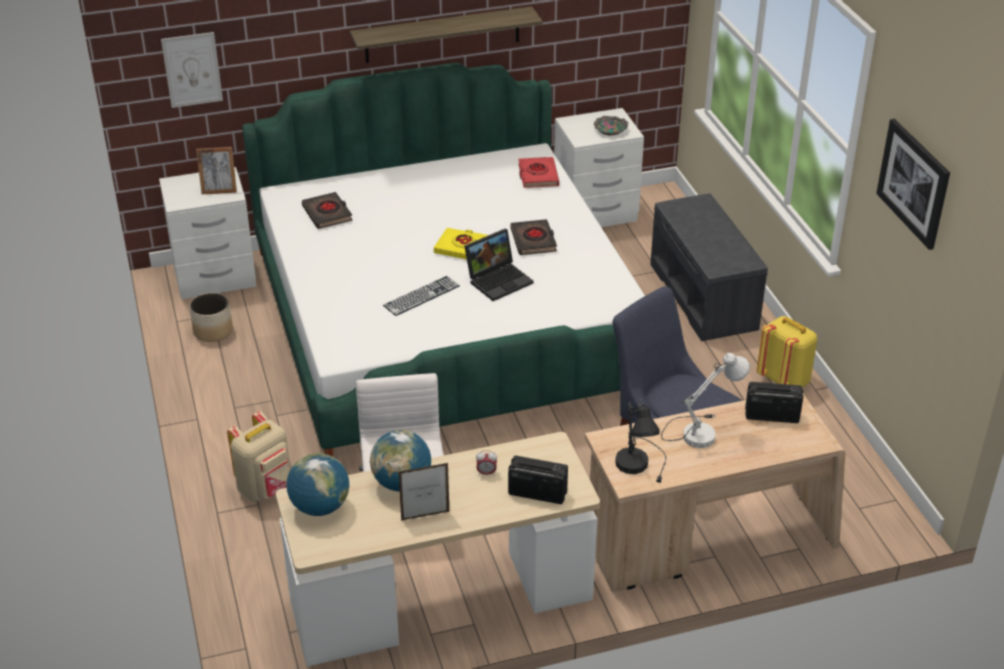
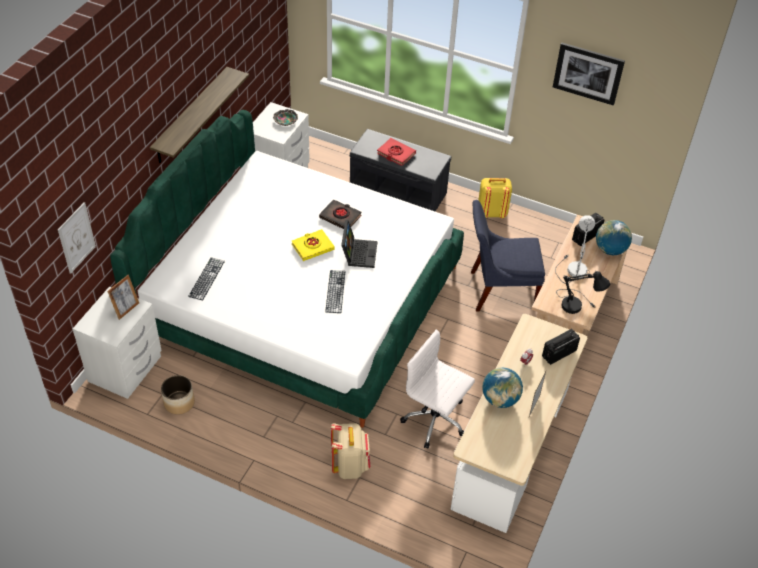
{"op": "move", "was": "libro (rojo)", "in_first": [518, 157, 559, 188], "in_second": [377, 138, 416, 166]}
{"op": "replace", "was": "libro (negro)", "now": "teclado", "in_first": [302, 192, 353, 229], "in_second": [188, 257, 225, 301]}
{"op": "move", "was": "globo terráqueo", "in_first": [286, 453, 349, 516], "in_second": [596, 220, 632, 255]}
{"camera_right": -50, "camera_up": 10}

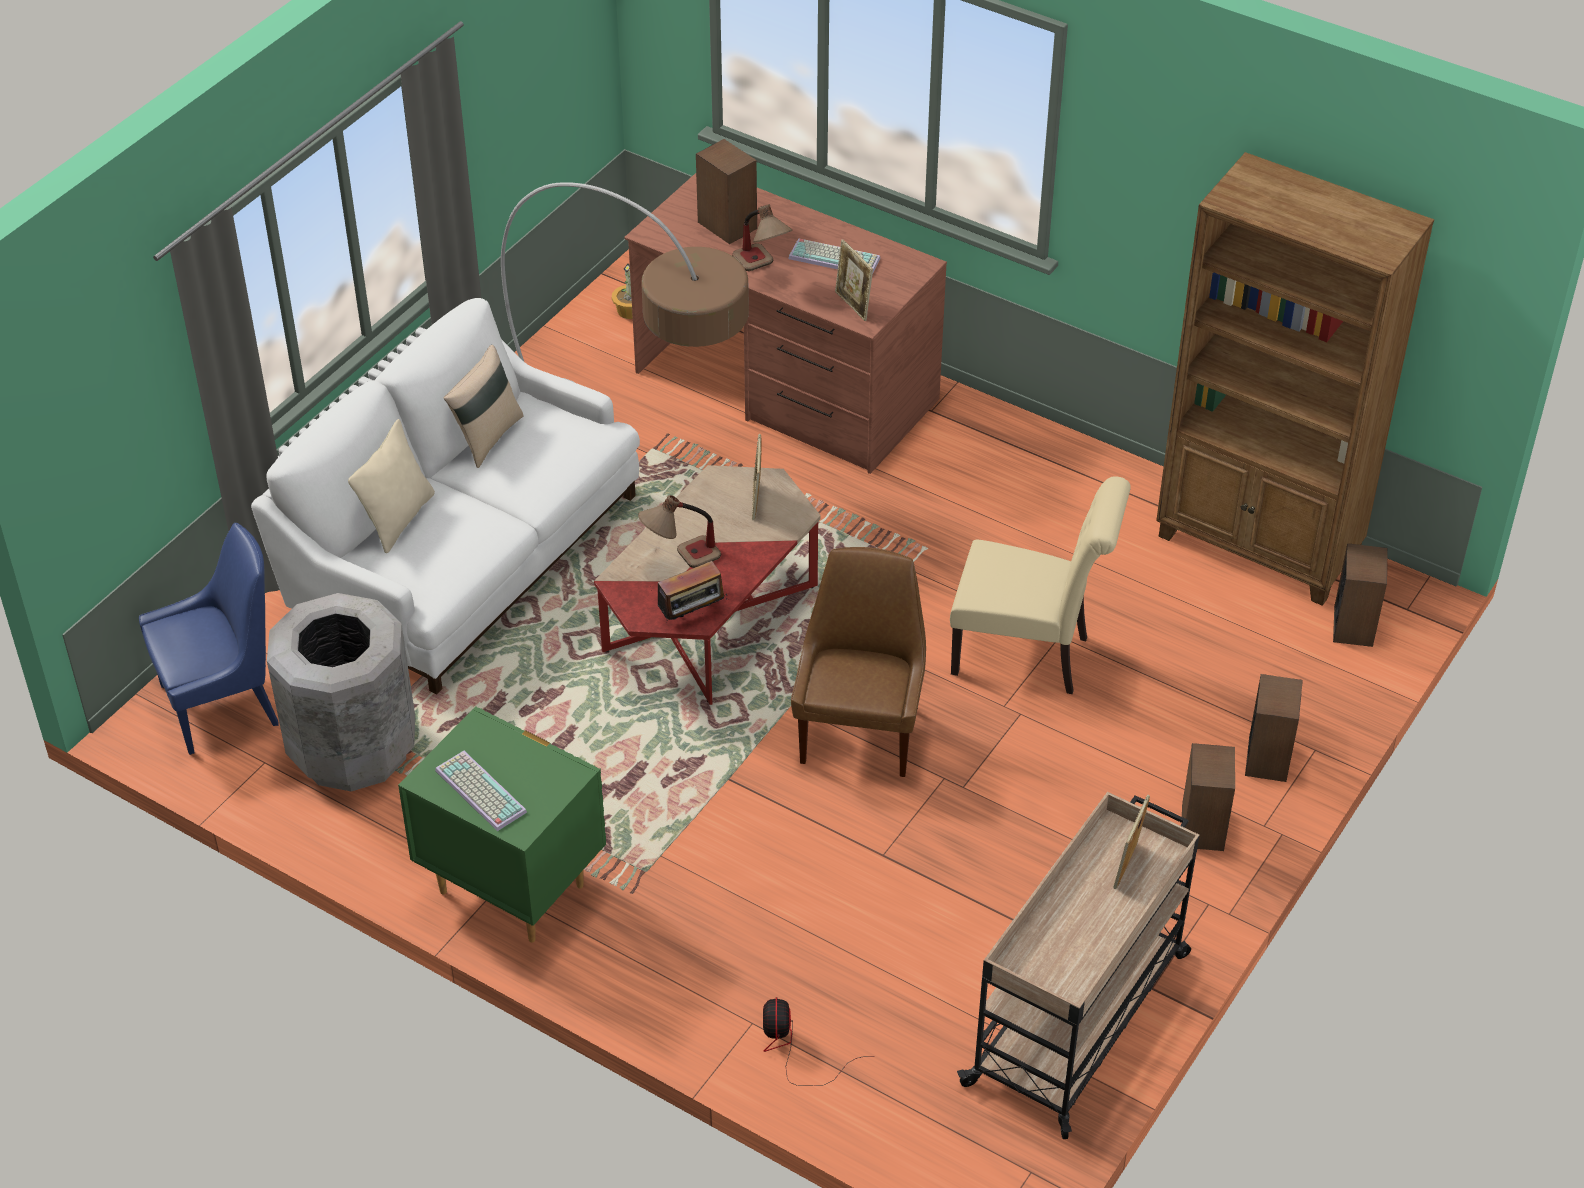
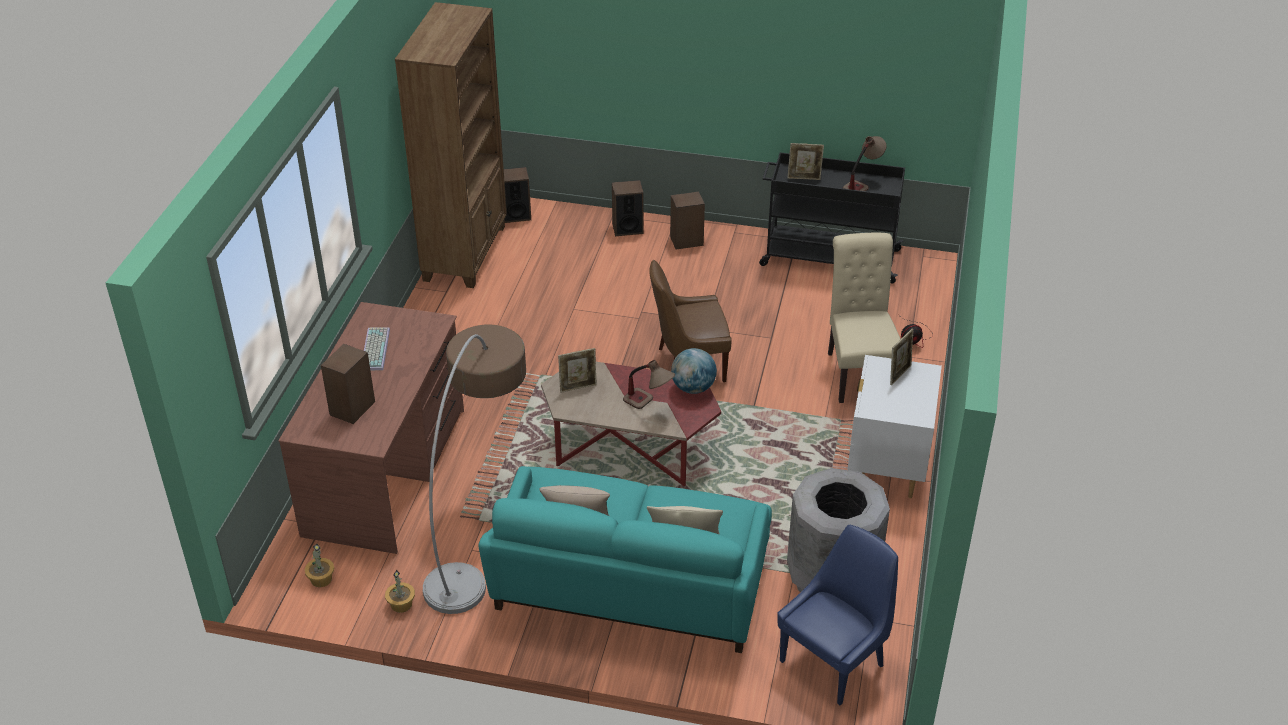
{"op": "move", "was": "lámpara de mesa", "in_first": [732, 204, 793, 271], "in_second": [843, 136, 886, 191]}
{"op": "move", "was": "portarretratos", "in_first": [835, 239, 873, 321], "in_second": [890, 329, 913, 385]}
{"op": "recolor", "was": "sofá (blanco)", "now": "sofá (turquesa)", "in_first": [251, 298, 640, 695], "in_second": [478, 466, 772, 653]}
{"op": "move", "was": "silla (beis)", "in_first": [950, 477, 1131, 694], "in_second": [828, 233, 901, 403]}
{"op": "rotate", "was": "silla (azul)", "in_first": [139, 523, 279, 755], "in_second": [777, 525, 898, 705], "clockwise": 90}
{"op": "replace", "was": "radio", "now": "globo terráqueo", "in_first": [658, 561, 728, 620], "in_second": [671, 348, 717, 394]}
{"op": "recolor", "was": "mesita de noche (verde)", "now": "mesita de noche (blanco)", "in_first": [398, 706, 606, 943], "in_second": [847, 355, 942, 498]}
{"op": "delete", "was": "teclado", "in_first": [435, 751, 527, 831]}
{"op": "recolor", "was": "carrito (beis)", "now": "carrito (negro)", "in_first": [957, 792, 1200, 1139], "in_second": [759, 152, 905, 284]}
{"op": "insert", "now": "planta en maceta", "in_second": [385, 570, 415, 613]}
{"camera_right": -110, "camera_up": -5}

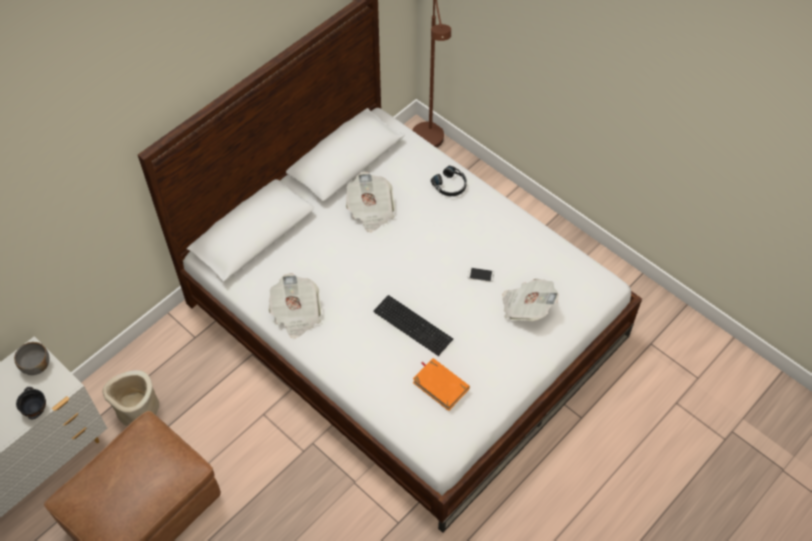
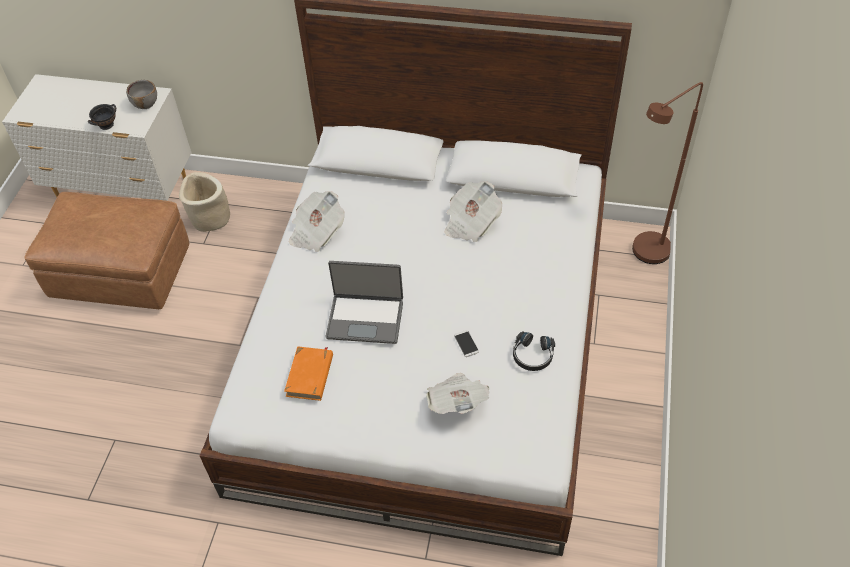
{"op": "move", "was": "auriculares (negro)", "in_first": [431, 166, 467, 196], "in_second": [513, 331, 555, 371]}
{"op": "replace", "was": "teclado", "now": "portátil", "in_first": [373, 295, 453, 356], "in_second": [325, 261, 403, 344]}
{"camera_right": 60, "camera_up": -5}

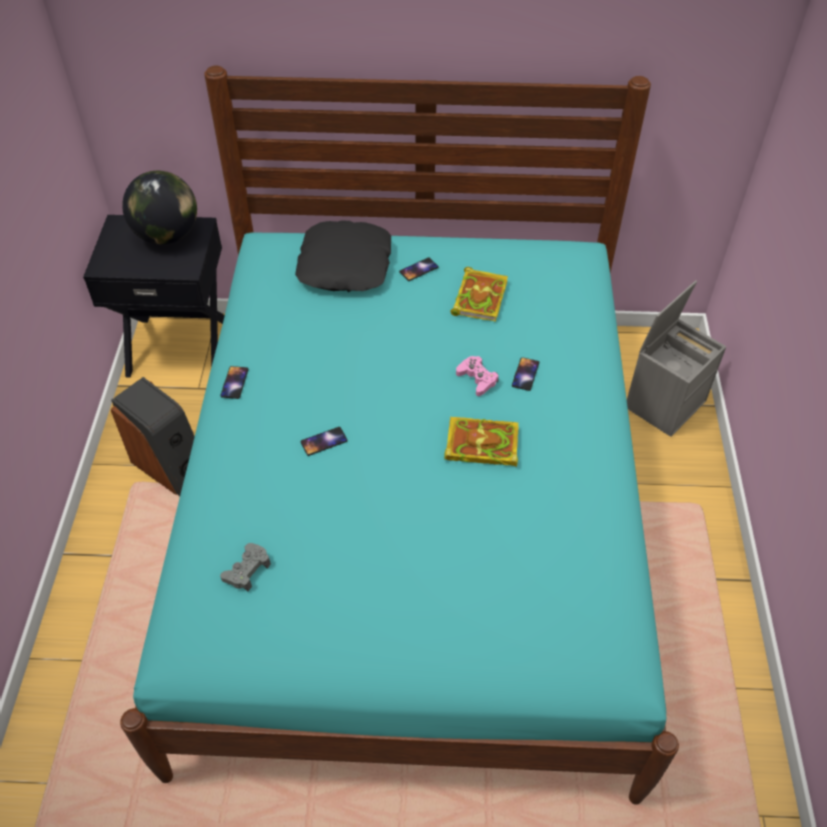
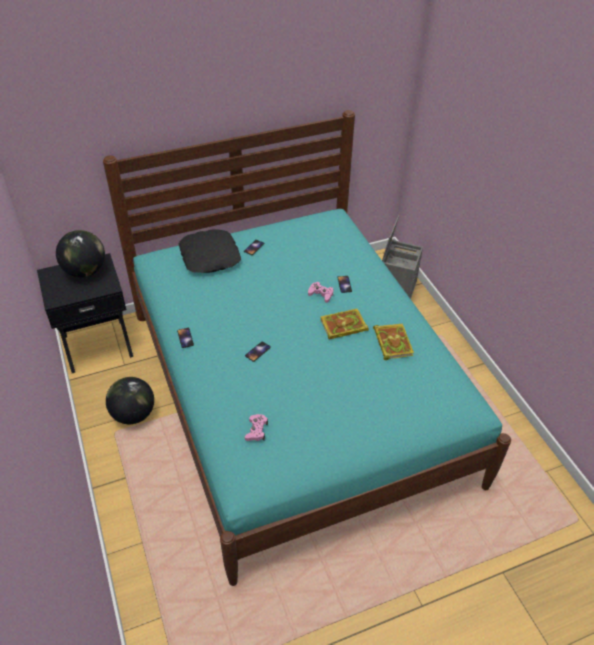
{"op": "move", "was": "libro", "in_first": [450, 267, 508, 322], "in_second": [373, 323, 414, 360]}
{"op": "replace", "was": "altavoz", "now": "globo terráqueo", "in_first": [111, 377, 195, 496], "in_second": [106, 377, 154, 424]}
{"op": "recolor", "was": "mando de consola (gris)", "now": "mando de consola (rosa)", "in_first": [220, 543, 271, 591], "in_second": [245, 414, 268, 441]}
{"camera_right": -25, "camera_up": -5}

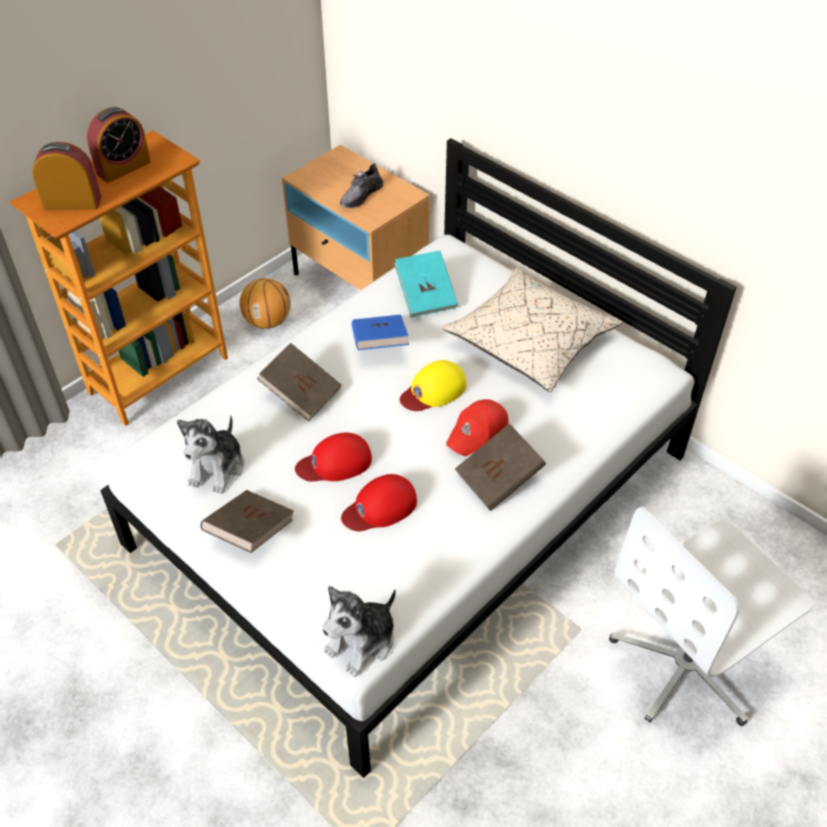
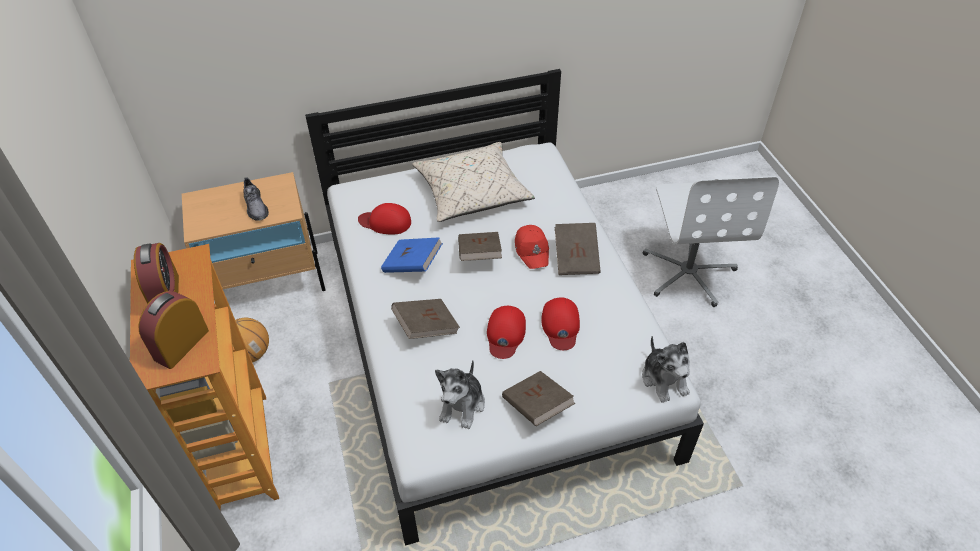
{"op": "replace", "was": "libro (turquesa)", "now": "gorra (rojo)", "in_first": [394, 250, 458, 318], "in_second": [358, 203, 411, 235]}
{"op": "replace", "was": "gorra (amarillo)", "now": "libro (marrón)", "in_first": [400, 360, 466, 411], "in_second": [458, 232, 502, 261]}
{"op": "rotate", "was": "peluche", "in_first": [177, 415, 244, 494], "in_second": [435, 360, 485, 429], "clockwise": 60}
{"camera_right": -60, "camera_up": 0}

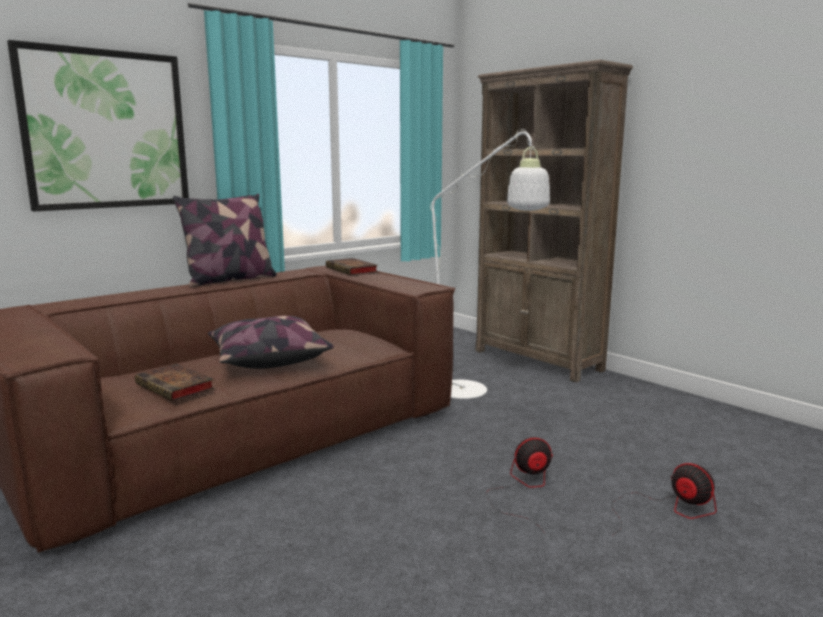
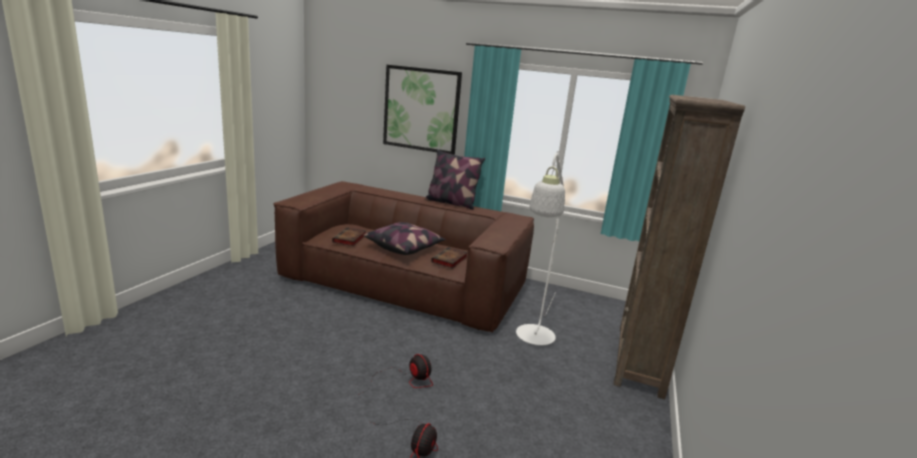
{"op": "move", "was": "libro", "in_first": [326, 258, 378, 275], "in_second": [431, 247, 468, 269]}
{"camera_right": 60, "camera_up": 5}

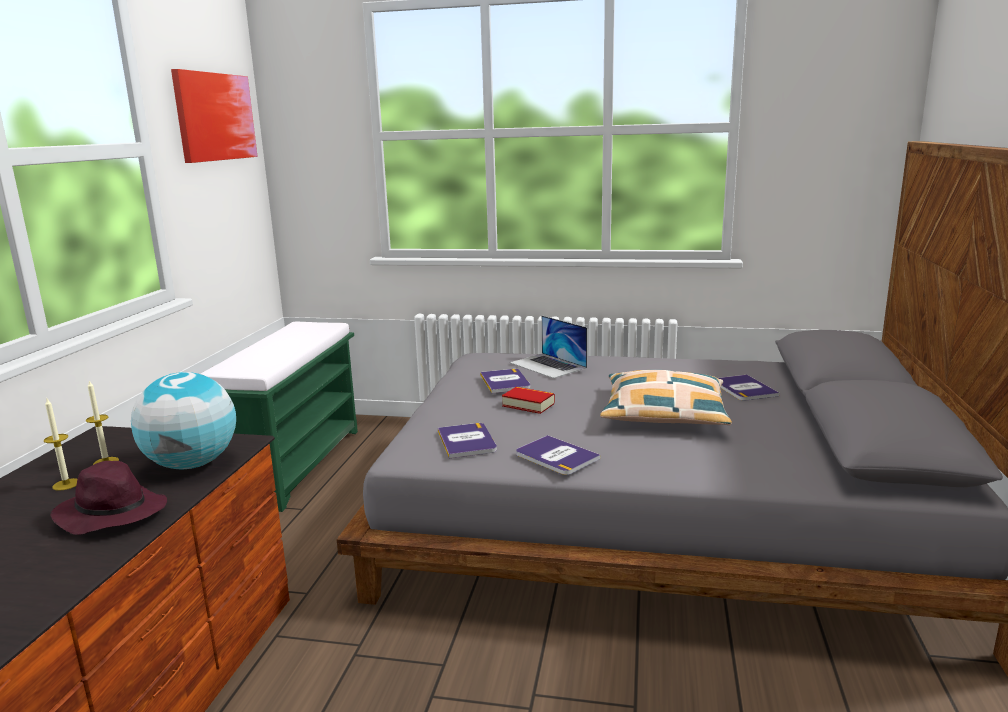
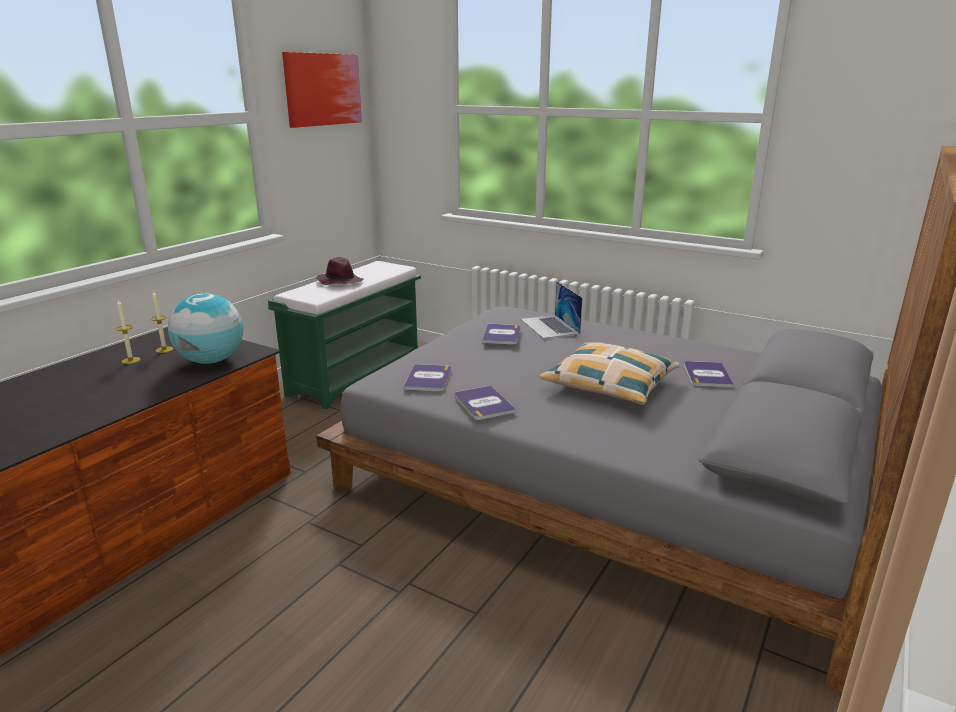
{"op": "delete", "was": "libro", "in_first": [502, 387, 555, 414]}
{"op": "move", "was": "sombrero (morado)", "in_first": [50, 461, 167, 535], "in_second": [316, 257, 363, 285]}
{"camera_right": 20, "camera_up": 5}

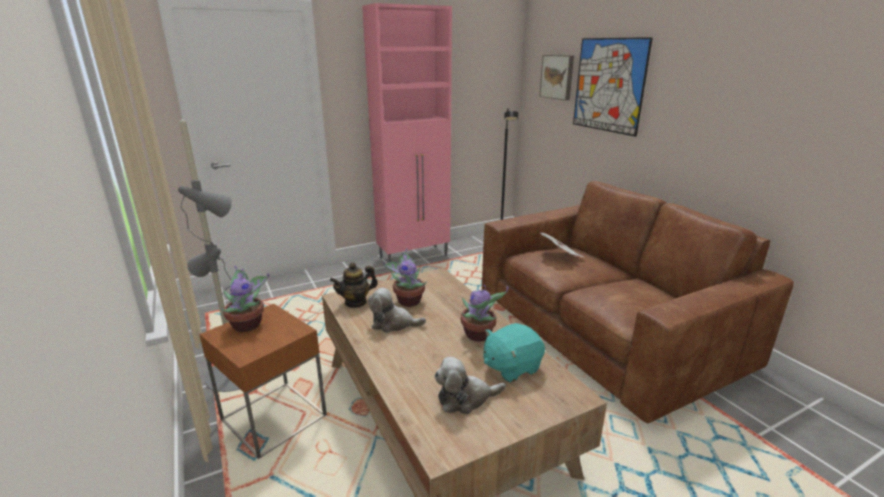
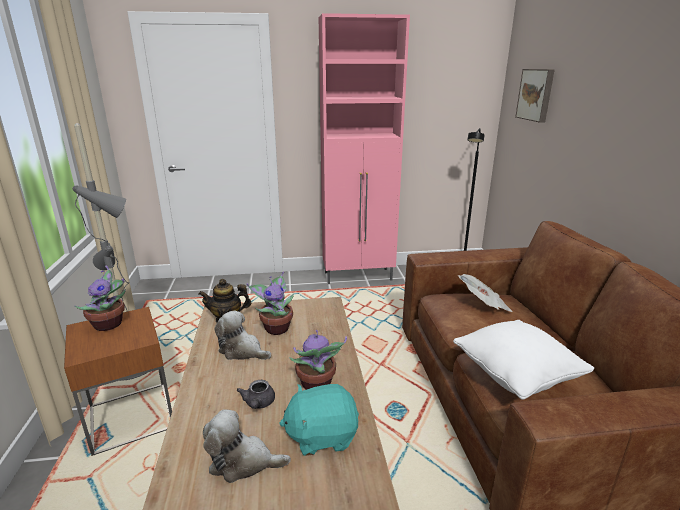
{"op": "delete", "was": "cuadro", "in_first": [573, 37, 653, 137]}
{"op": "insert", "now": "cojín (blanco)", "in_second": [453, 320, 594, 400]}
{"op": "insert", "now": "tetera (gris)", "in_second": [237, 380, 275, 409]}
{"camera_right": 20, "camera_up": 0}

